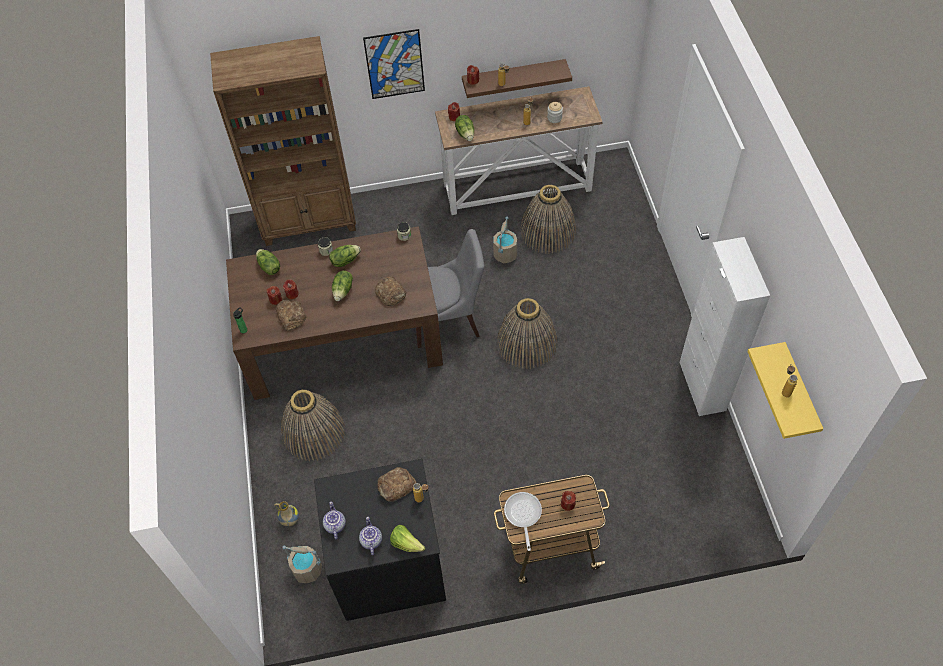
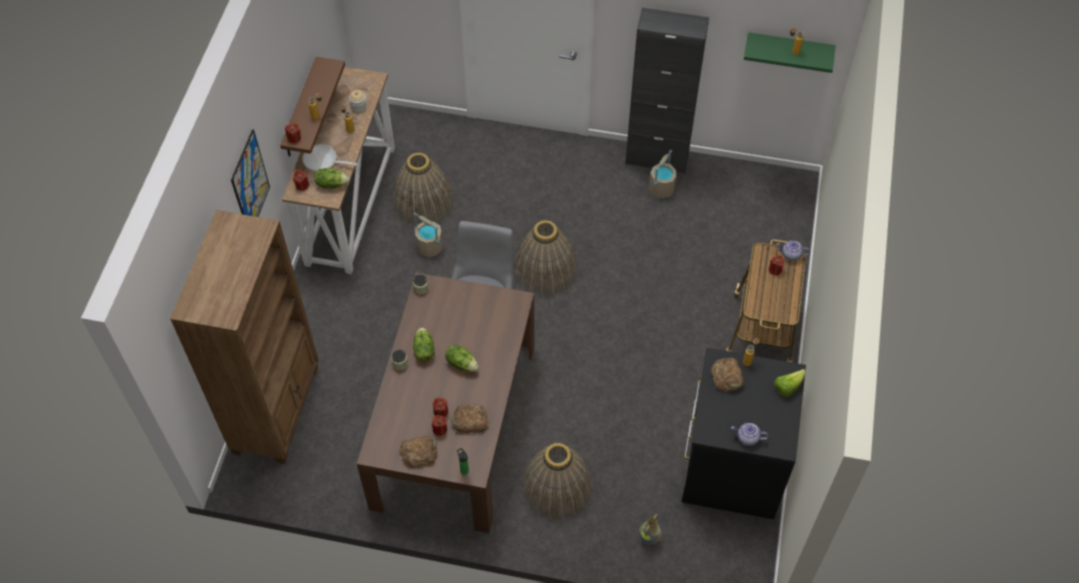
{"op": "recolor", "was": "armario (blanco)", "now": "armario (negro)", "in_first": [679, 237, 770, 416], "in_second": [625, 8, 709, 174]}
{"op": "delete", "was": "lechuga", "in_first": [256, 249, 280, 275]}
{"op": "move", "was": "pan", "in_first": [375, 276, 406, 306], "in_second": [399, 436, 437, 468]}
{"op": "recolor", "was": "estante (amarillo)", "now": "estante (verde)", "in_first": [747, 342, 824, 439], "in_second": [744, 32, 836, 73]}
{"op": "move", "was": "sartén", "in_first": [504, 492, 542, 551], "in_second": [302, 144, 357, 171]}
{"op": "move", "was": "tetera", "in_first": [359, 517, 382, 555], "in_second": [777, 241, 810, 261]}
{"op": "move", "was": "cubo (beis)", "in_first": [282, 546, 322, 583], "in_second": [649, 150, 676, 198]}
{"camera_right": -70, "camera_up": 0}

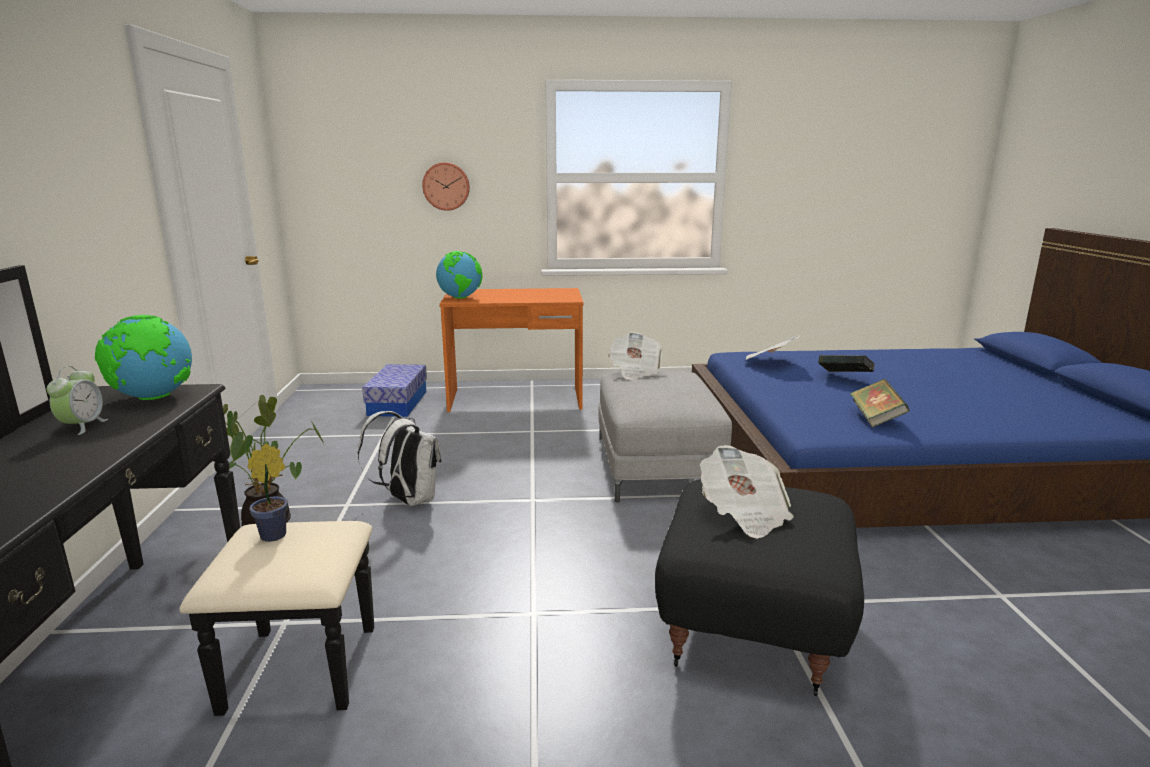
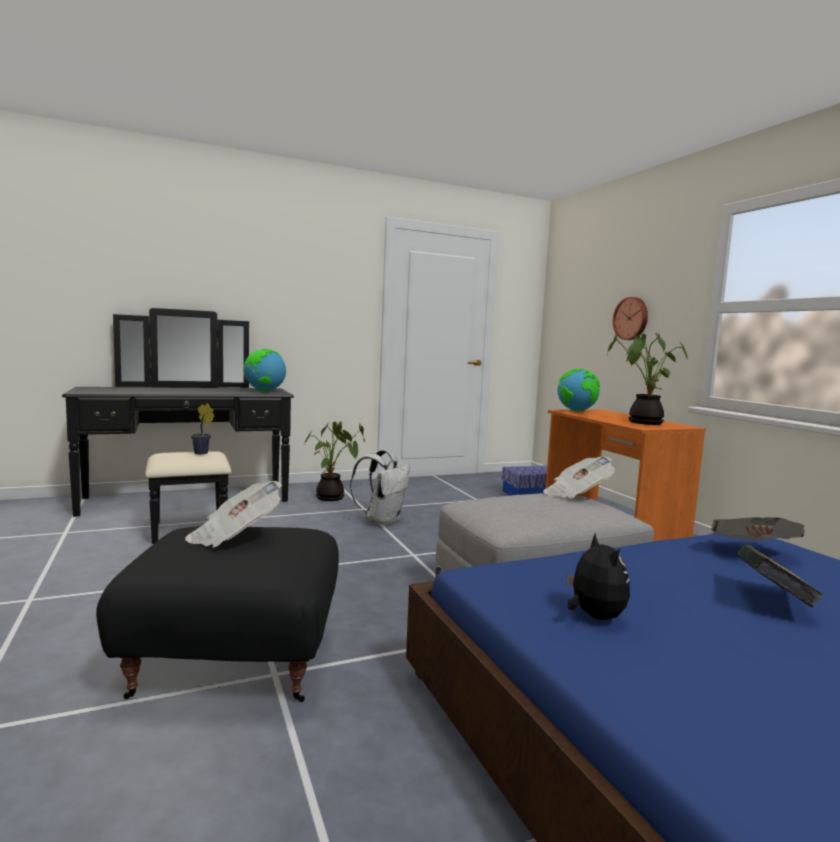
{"op": "delete", "was": "despertador", "in_first": [47, 366, 108, 435]}
{"op": "replace", "was": "libro", "now": "peluche", "in_first": [850, 379, 910, 428], "in_second": [567, 533, 630, 620]}
{"op": "insert", "now": "planta en maceta", "in_second": [607, 333, 688, 425]}
{"camera_right": 70, "camera_up": -10}

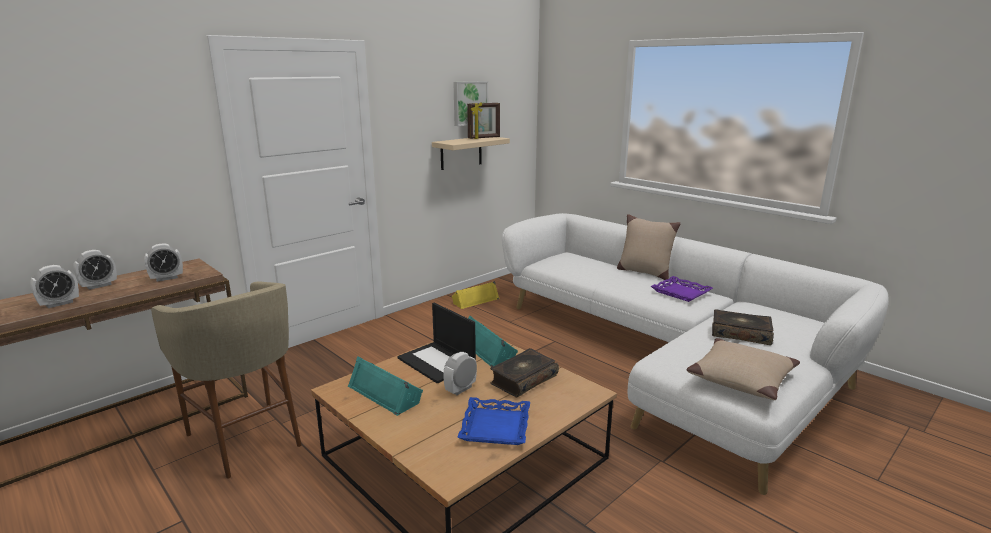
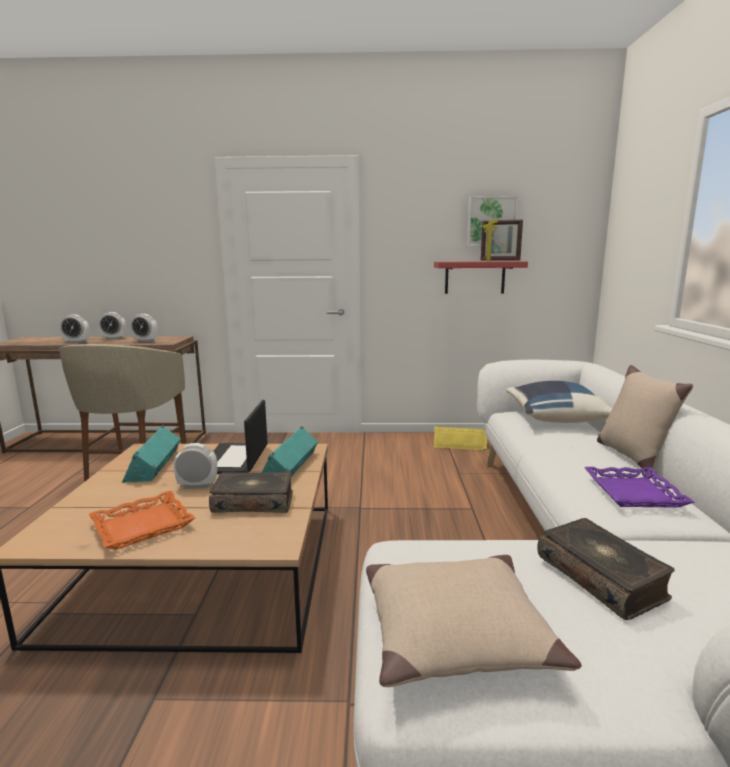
{"op": "recolor", "was": "estante (beis)", "now": "estante (rojo)", "in_first": [432, 137, 510, 170], "in_second": [434, 261, 528, 294]}
{"op": "recolor", "was": "bandeja (azul)", "now": "bandeja (naranja)", "in_first": [457, 397, 530, 445], "in_second": [89, 491, 195, 550]}
{"op": "insert", "now": "cojín (azul)", "in_second": [507, 381, 612, 423]}
{"camera_right": 45, "camera_up": -5}

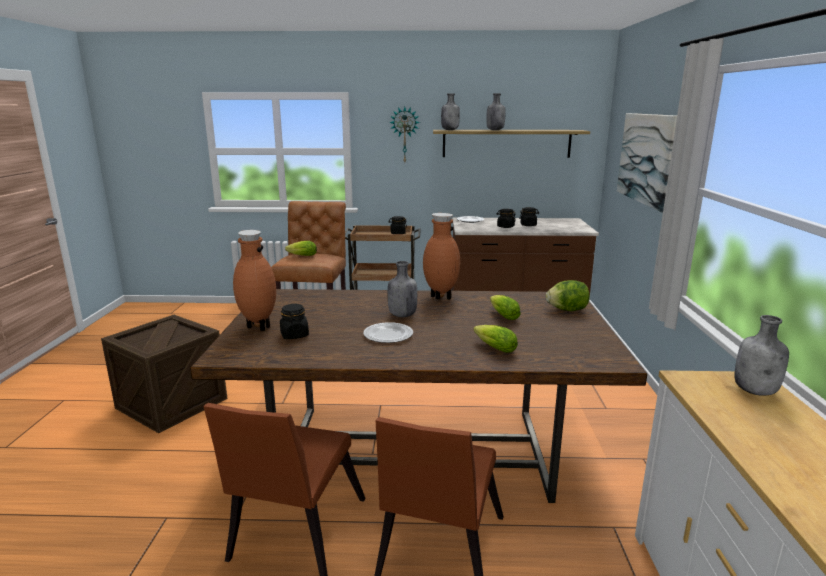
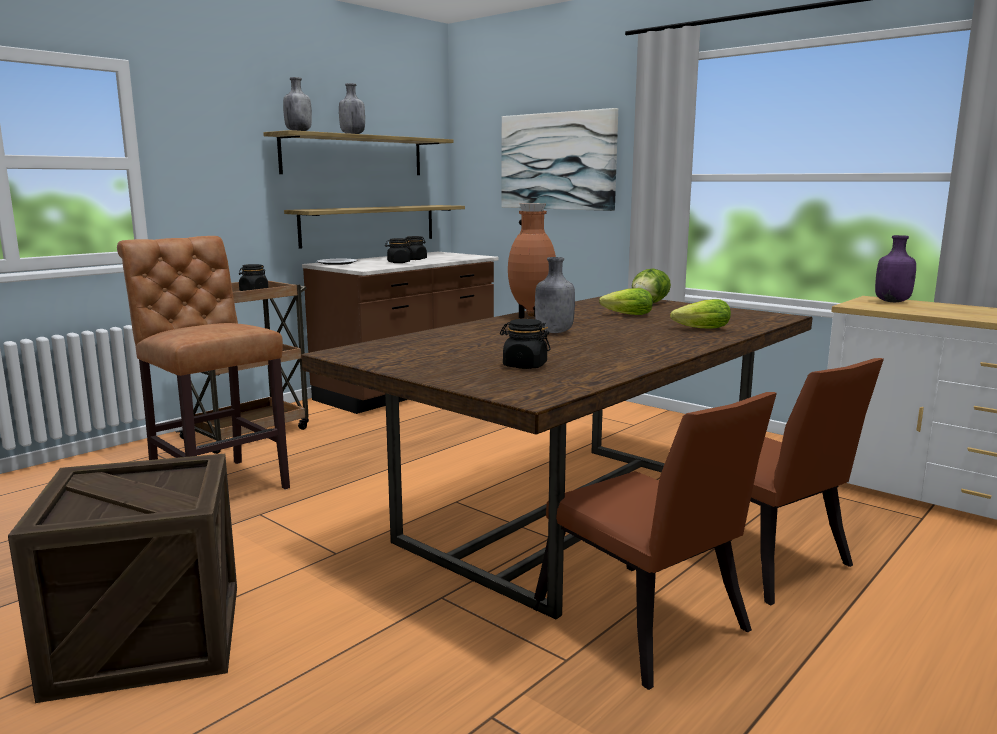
{"op": "delete", "was": "reloj de pared", "in_first": [389, 107, 420, 162]}
{"op": "delete", "was": "florero (marrón)", "in_first": [233, 230, 276, 331]}
{"op": "delete", "was": "lechuga", "in_first": [285, 241, 317, 256]}
{"op": "recolor", "was": "botella (gris)", "now": "botella (morado)", "in_first": [735, 315, 789, 396], "in_second": [875, 235, 916, 302]}
{"op": "delete", "was": "plato", "in_first": [363, 322, 413, 343]}
{"op": "insert", "now": "estante", "in_second": [284, 205, 465, 249]}
{"camera_right": -50, "camera_up": -5}

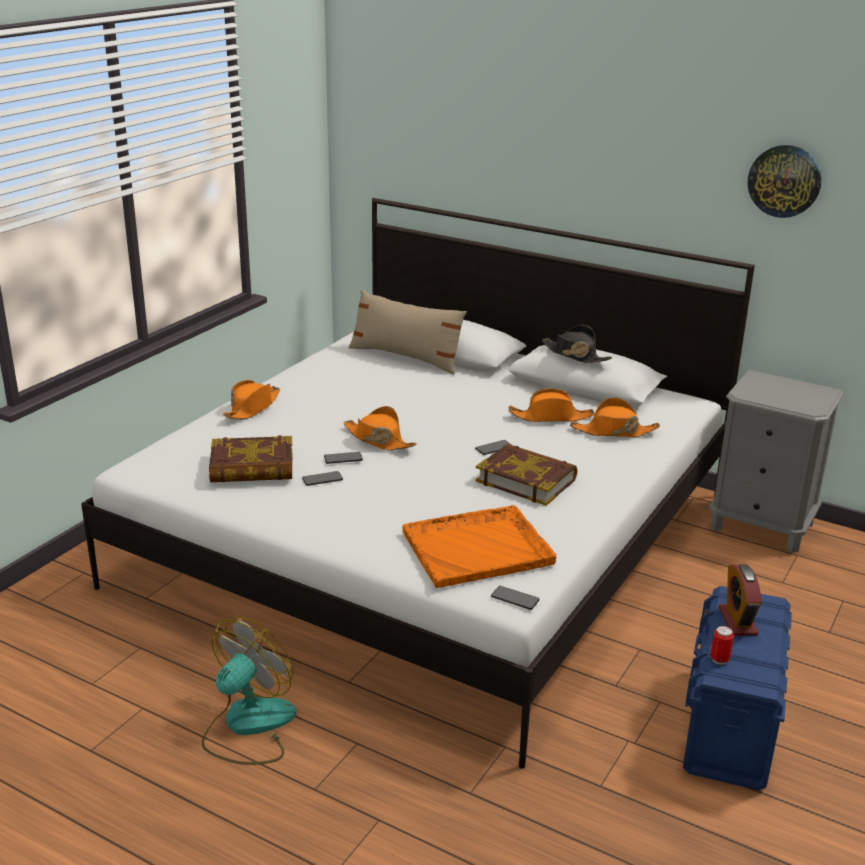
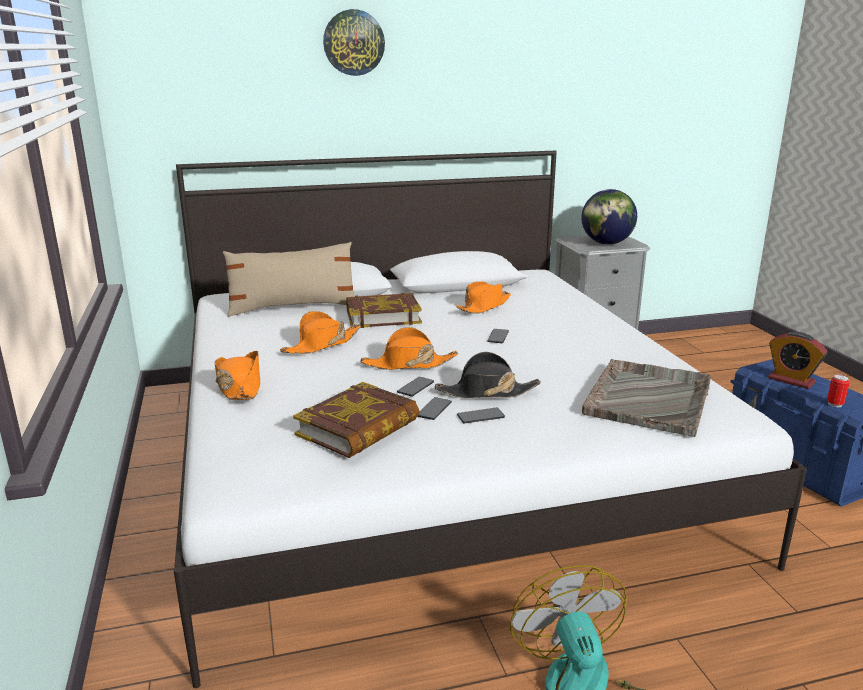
{"op": "move", "was": "reloj de pared", "in_first": [747, 145, 822, 218], "in_second": [323, 9, 385, 76]}
{"op": "move", "was": "sombrero (negro)", "in_first": [541, 325, 612, 364], "in_second": [435, 352, 541, 398]}
{"op": "move", "was": "sombrero (naranja)", "in_first": [570, 398, 660, 437], "in_second": [280, 311, 361, 354]}
{"op": "move", "was": "libro", "in_first": [476, 444, 578, 506], "in_second": [346, 293, 422, 328]}
{"op": "recolor", "was": "bandeja (naranja)", "now": "bandeja (gris)", "in_first": [403, 505, 556, 588], "in_second": [582, 359, 711, 437]}
{"op": "move", "was": "móvil", "in_first": [491, 586, 540, 610], "in_second": [457, 407, 505, 423]}
{"op": "insert", "now": "globo terráqueo", "in_second": [581, 189, 637, 245]}
{"camera_right": -45, "camera_up": -5}

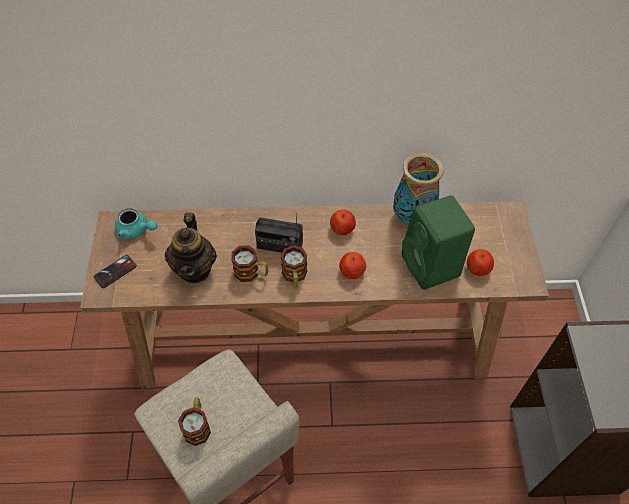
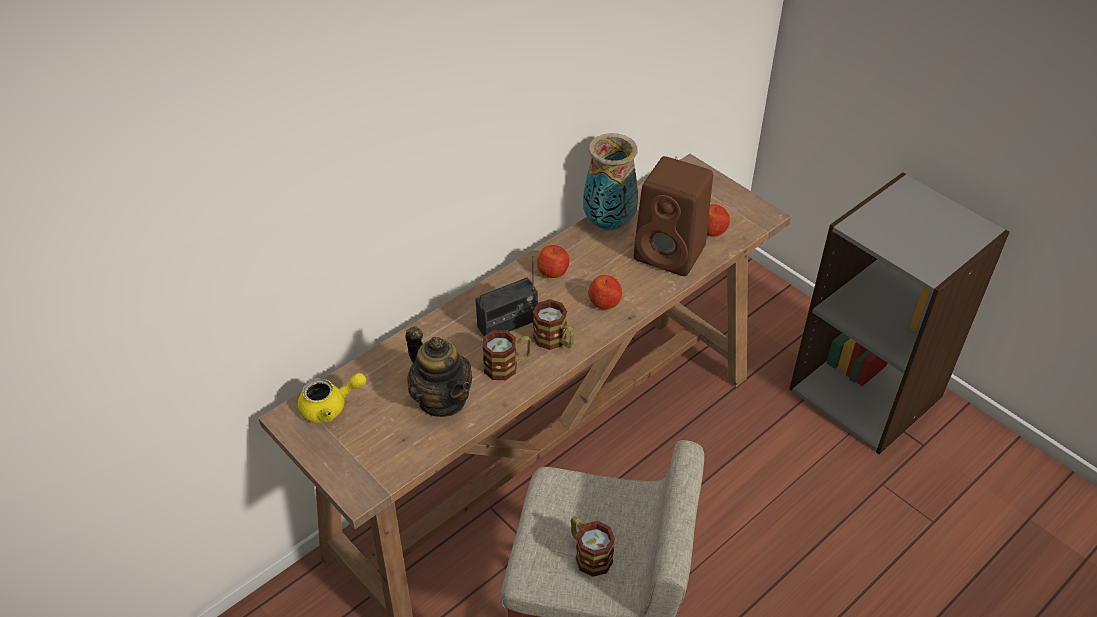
{"op": "recolor", "was": "altavoz (verde)", "now": "altavoz (marrón)", "in_first": [402, 195, 475, 290], "in_second": [634, 156, 713, 276]}
{"op": "recolor", "was": "tetera (turquesa)", "now": "tetera (amarillo)", "in_first": [115, 208, 157, 240], "in_second": [298, 373, 366, 423]}
{"op": "delete", "was": "móvil", "in_first": [94, 255, 137, 288]}
{"camera_right": -40, "camera_up": -10}

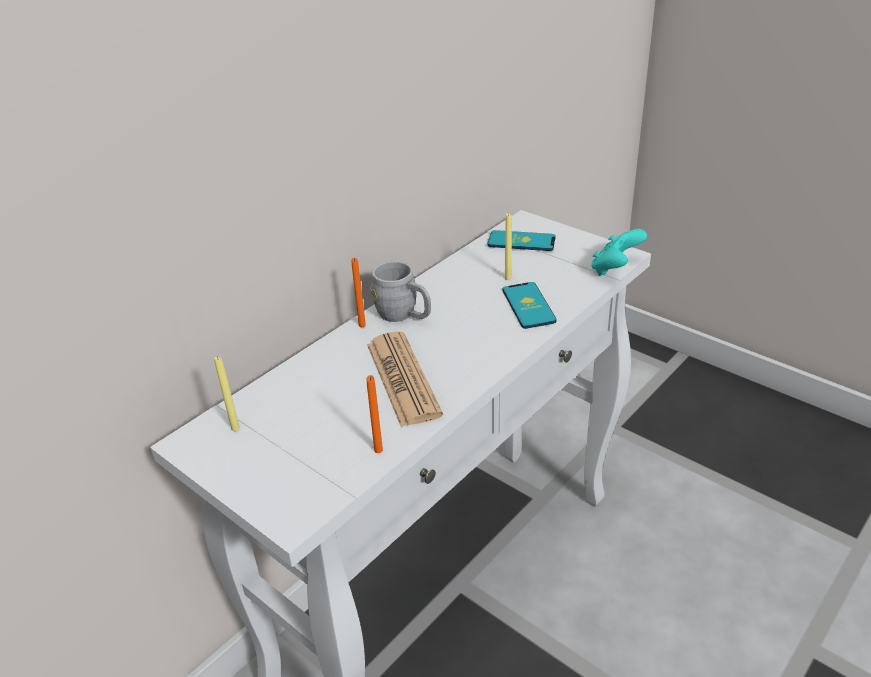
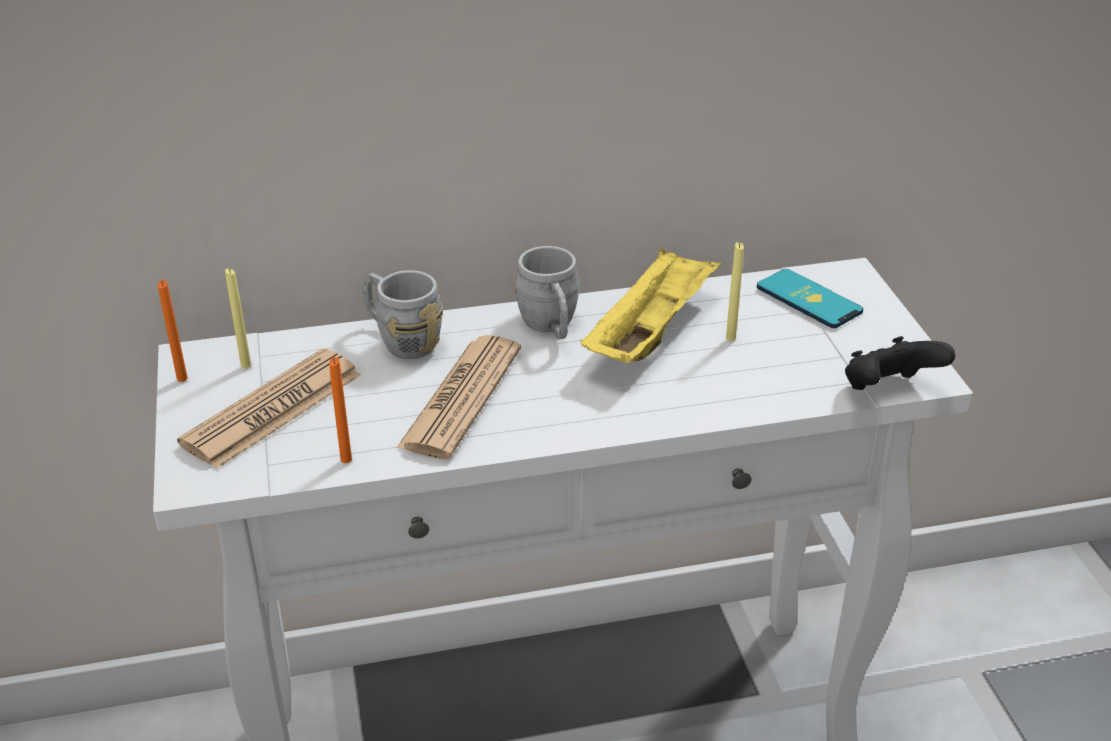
{"op": "recolor", "was": "mando de consola (turquesa)", "now": "mando de consola (negro)", "in_first": [591, 229, 647, 276], "in_second": [845, 336, 955, 390]}
{"op": "move", "was": "vela (naranja)", "in_first": [351, 258, 366, 327], "in_second": [158, 280, 188, 382]}
{"op": "delete", "was": "móvil", "in_first": [503, 282, 556, 329]}
{"op": "insert", "now": "bandeja (amarillo)", "in_second": [581, 248, 721, 363]}
{"op": "insert", "now": "taza grande (gris)", "in_second": [362, 270, 443, 359]}
{"op": "insert", "now": "periódico", "in_second": [177, 349, 361, 469]}
{"camera_right": 35, "camera_up": 0}

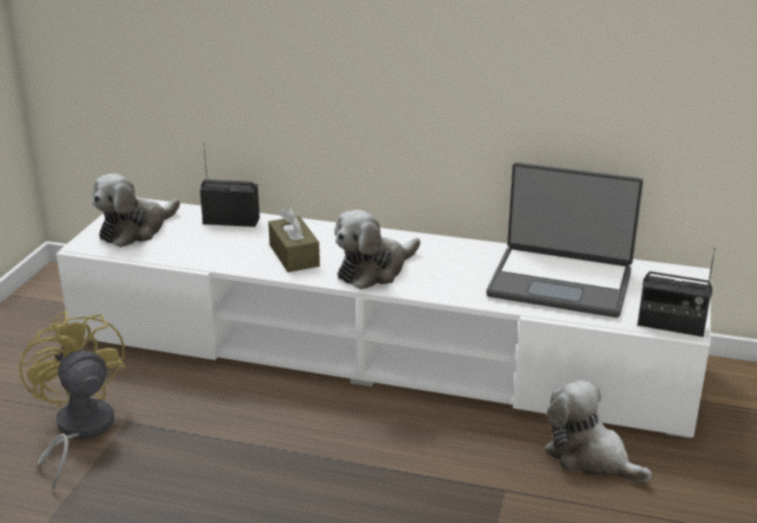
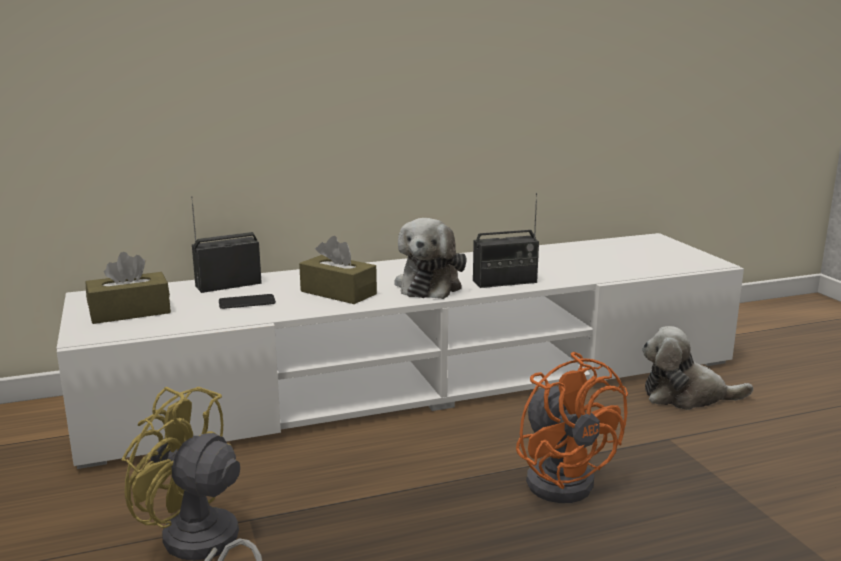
{"op": "delete", "was": "portátil", "in_first": [486, 162, 643, 318]}
{"op": "replace", "was": "peluche", "now": "caja de pañuelos (marrón)", "in_first": [92, 173, 180, 247], "in_second": [86, 252, 171, 324]}
{"op": "move", "was": "radio", "in_first": [637, 247, 715, 337], "in_second": [473, 193, 539, 288]}
{"op": "insert", "now": "móvil", "in_second": [219, 294, 276, 309]}
{"op": "insert", "now": "ventilador (naranja)", "in_second": [516, 352, 628, 503]}
{"camera_right": -35, "camera_up": -10}

